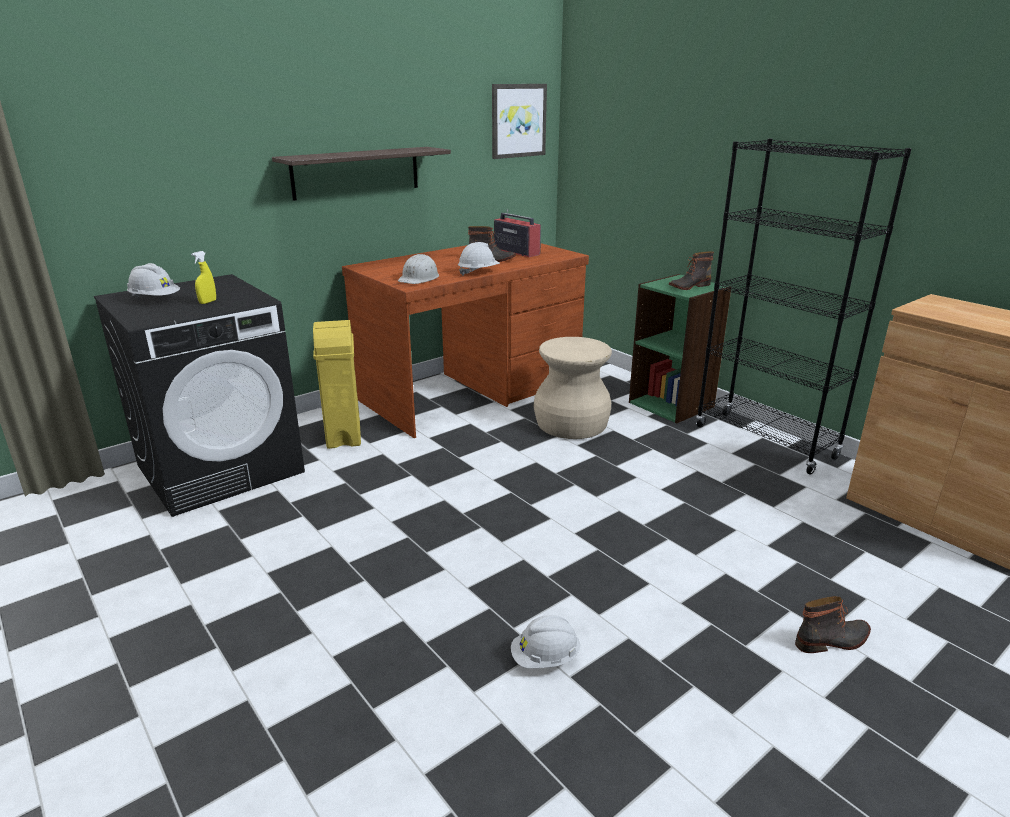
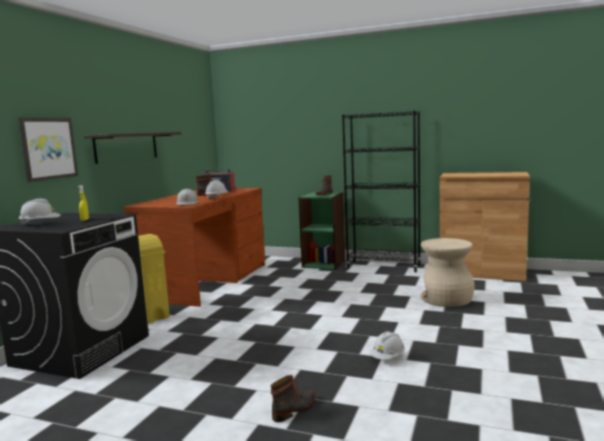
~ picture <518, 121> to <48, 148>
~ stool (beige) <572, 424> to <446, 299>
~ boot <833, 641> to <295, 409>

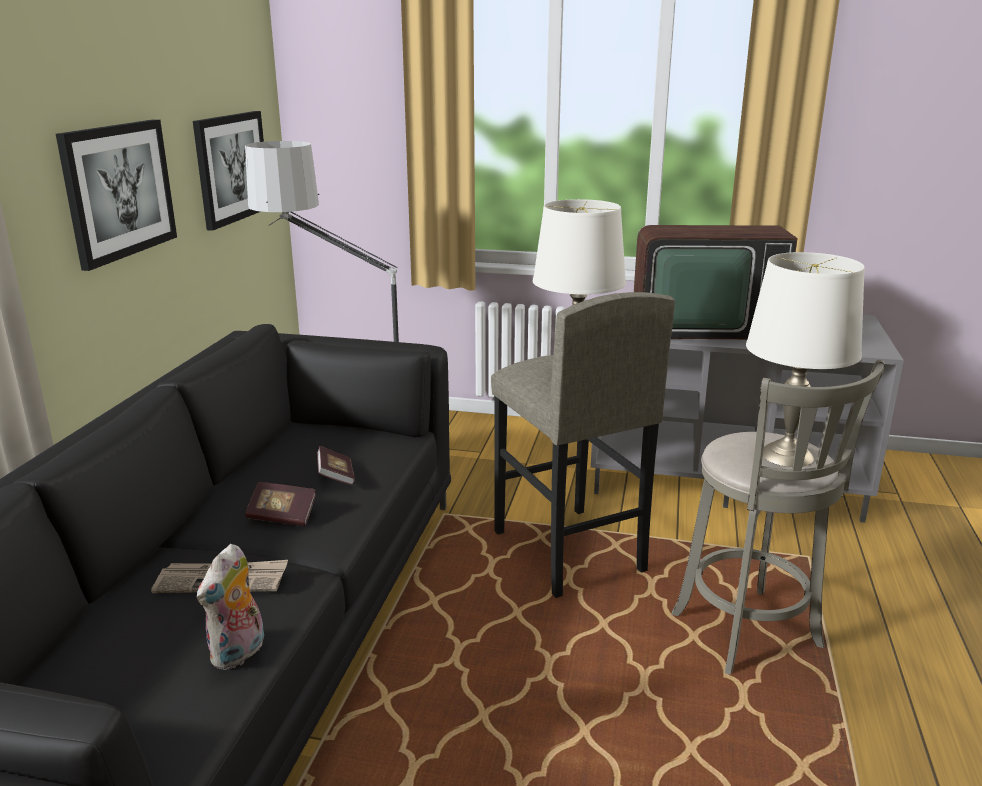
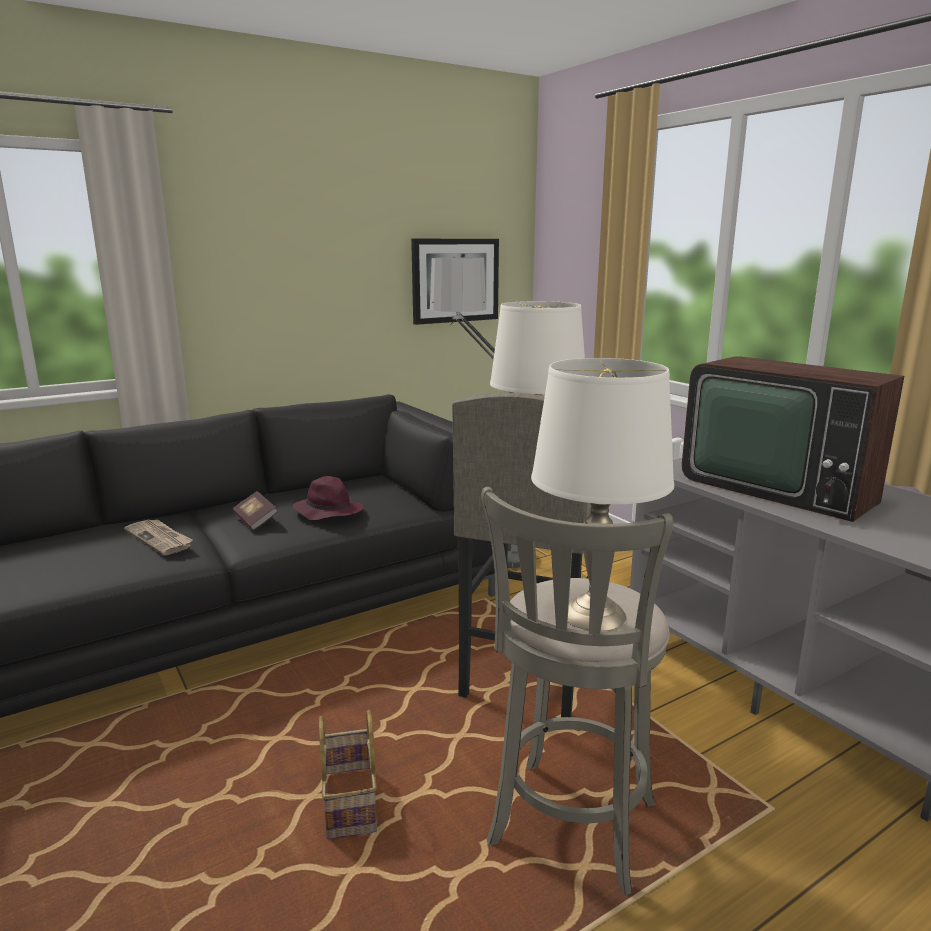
- picture <119, 190>
~ book <336, 476> to hat (purple) <327, 511>
- plush toy <239, 654>
+ basket <352, 805>

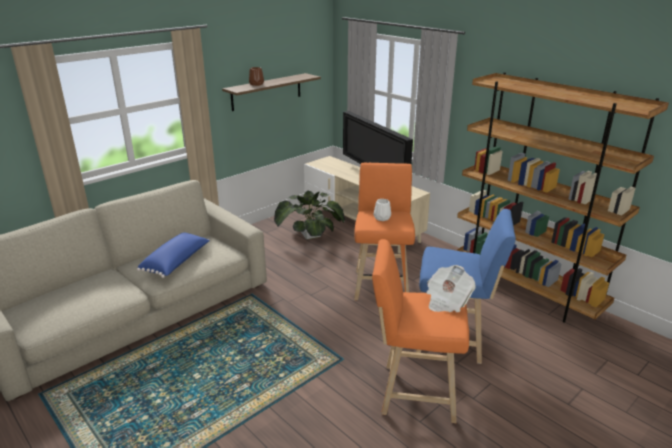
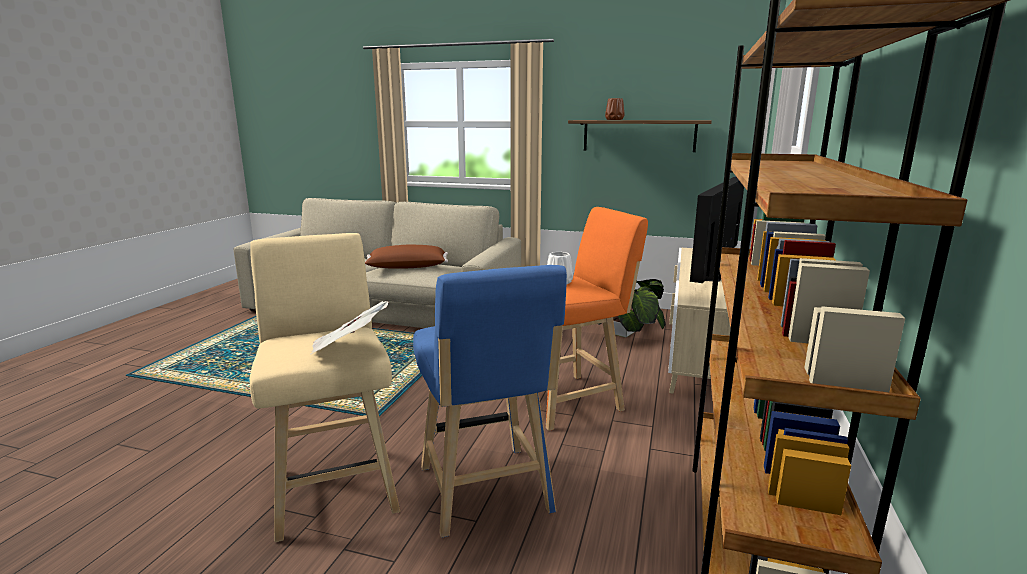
~ pillow (blue) <177, 262> to pillow (brown) <407, 268>
~ stool (orange) <413, 392> to stool (beige) <335, 485>

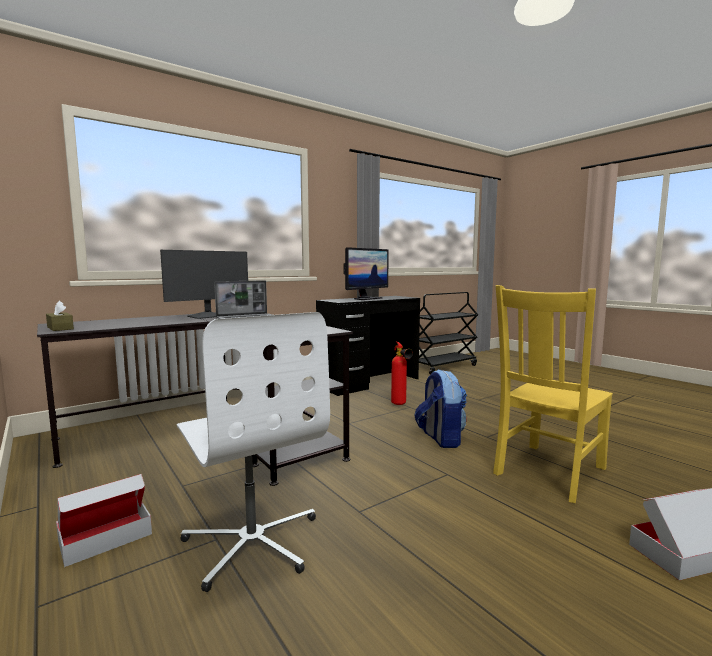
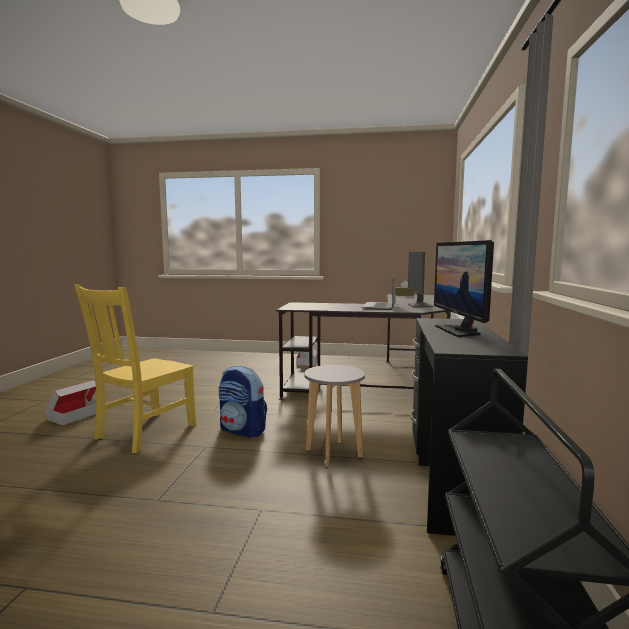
~ chair (yellow) <548, 472> = <143, 432> 150 degrees counterclockwise
- office chair (white) <252, 541>
~ fire extinguisher <400, 405> to stool (grey) <333, 453>

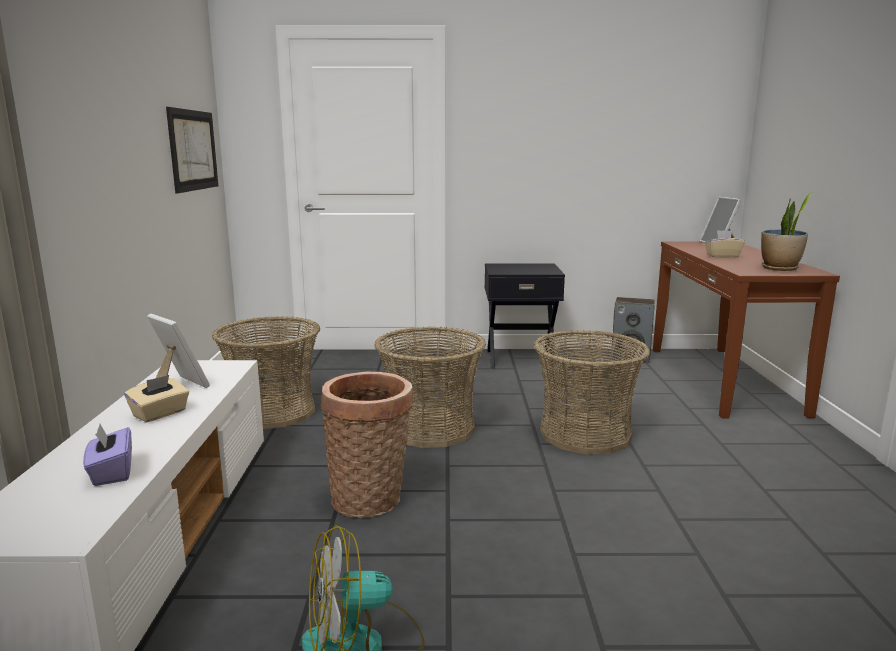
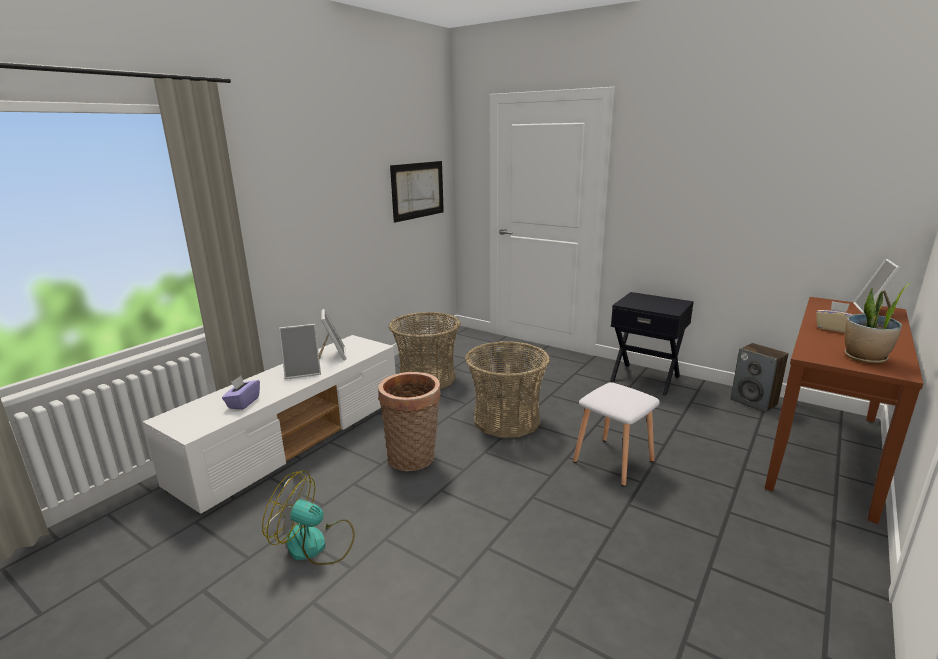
~ basket <585, 434> to stool (white) <614, 461>
~ tissue box (beige) <160, 414> to picture frame <303, 372>

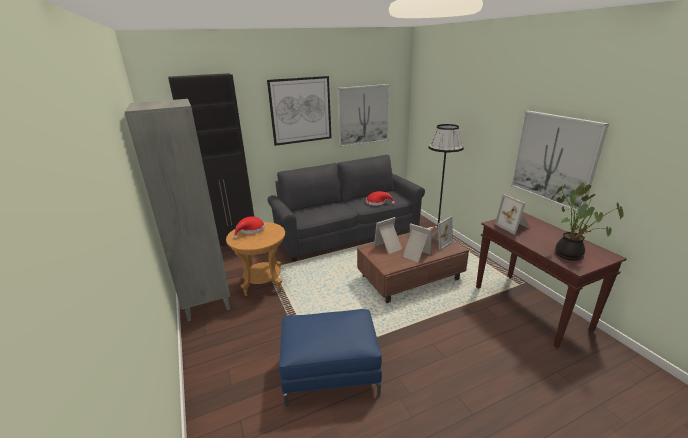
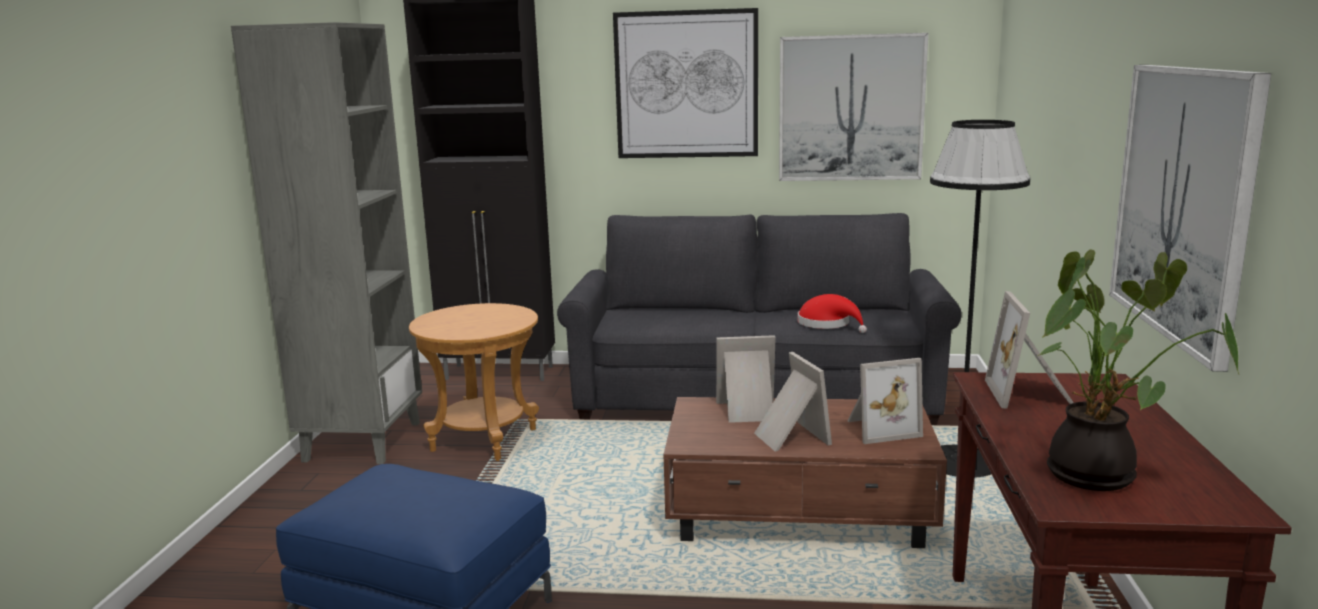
- hat (red) <251, 230>

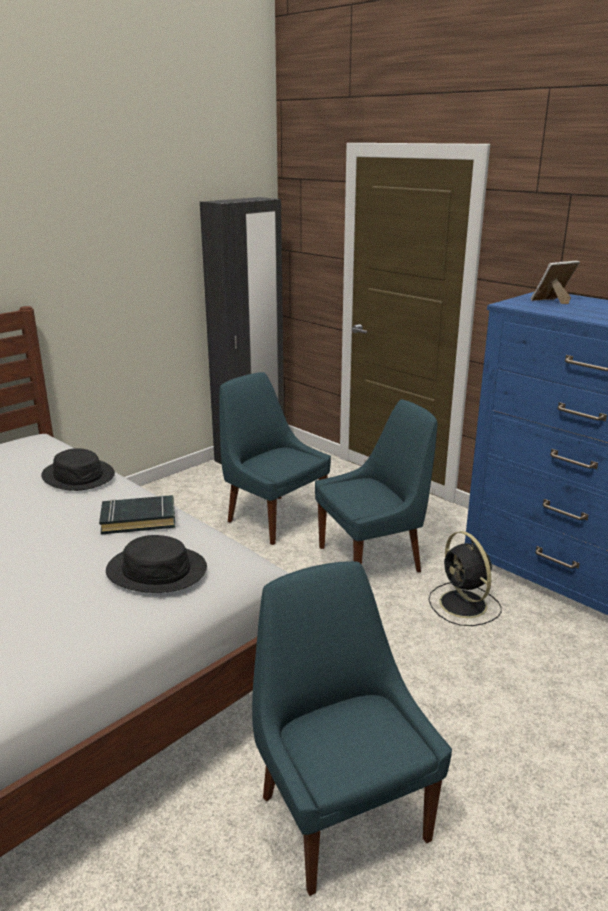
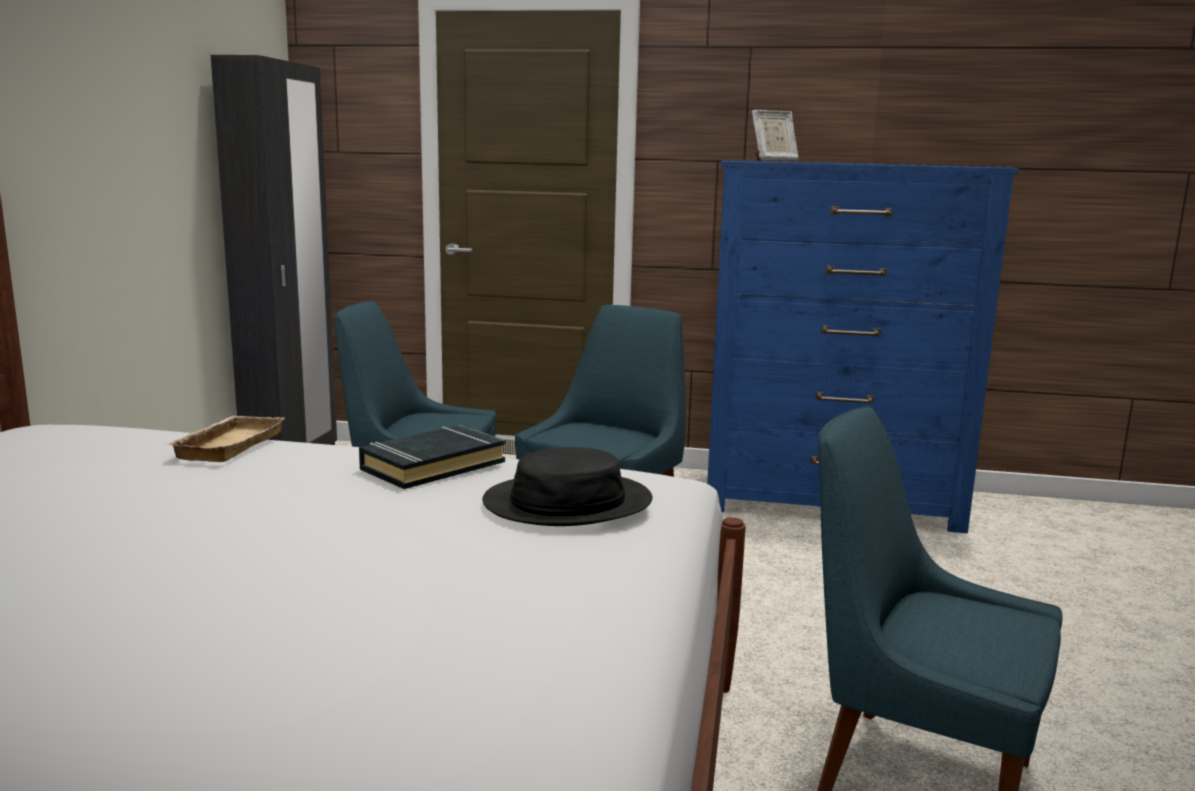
~ picture frame <551, 302> = <773, 160> 135 degrees counterclockwise
~ hat (black) <78, 476> to tray (beige) <227, 445>
- fan (black) <464, 605>

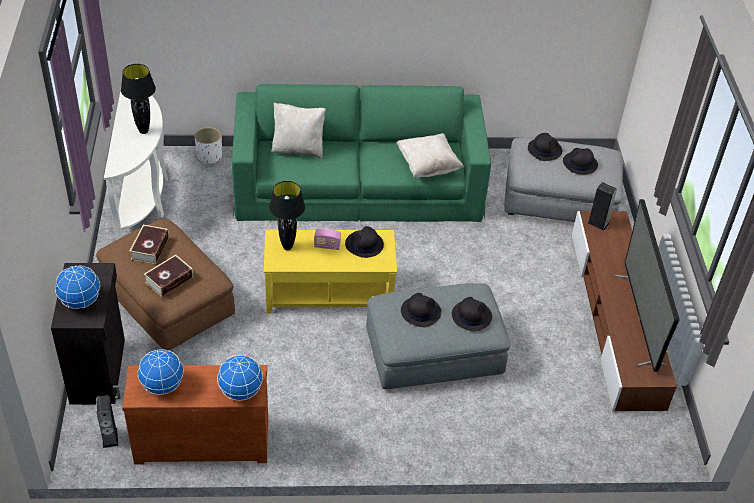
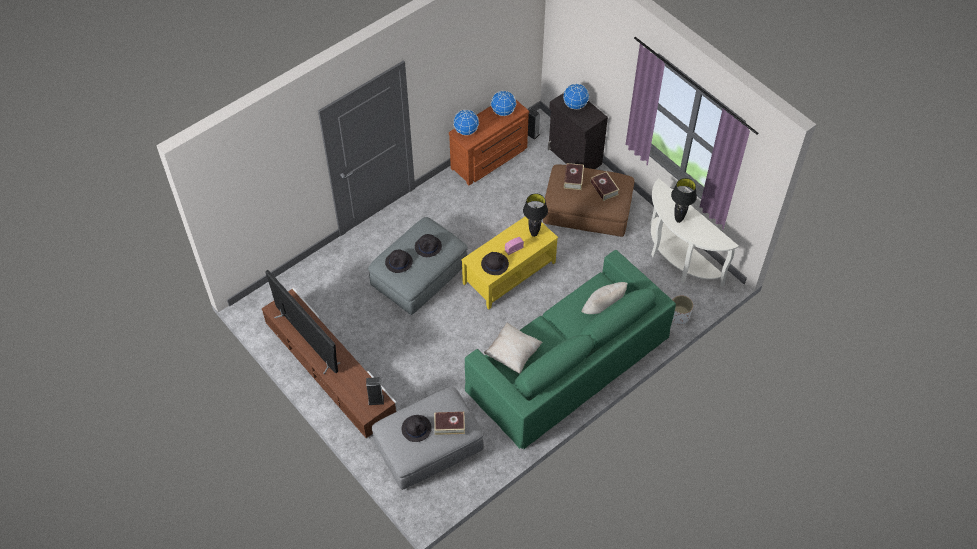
~ hat (black) <544, 149> to book <449, 425>

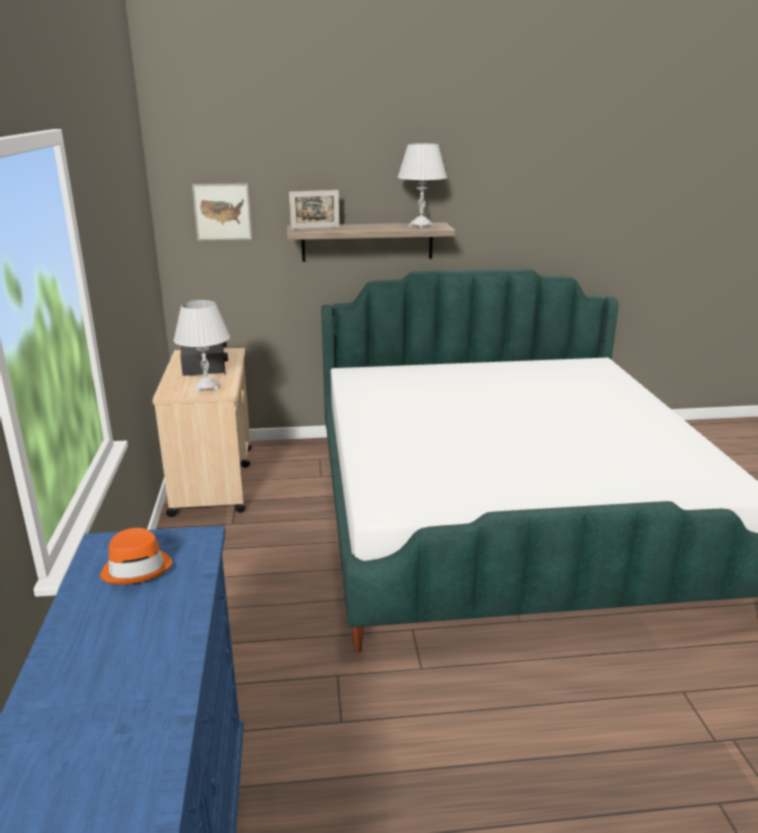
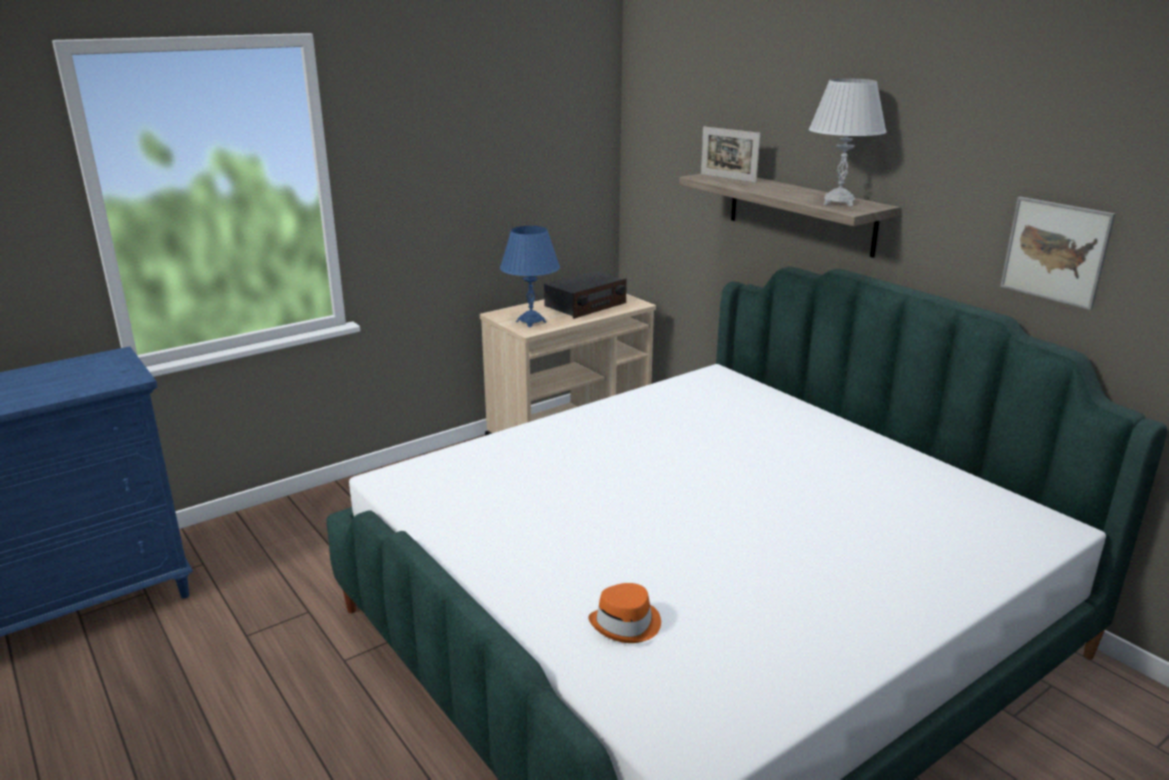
~ picture <222, 212> to <1055, 251>
~ table lamp (white) <207, 387> to table lamp (blue) <531, 322>
~ hat (orange) <137, 568> to <627, 624>

